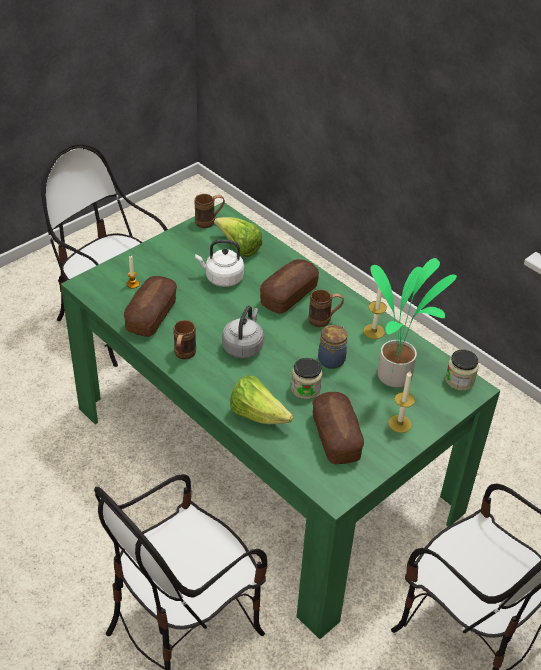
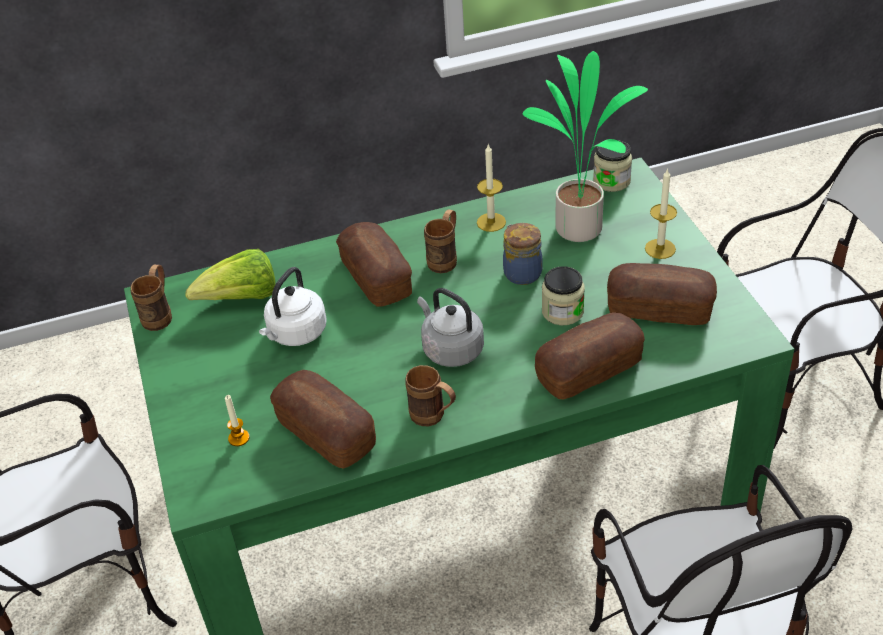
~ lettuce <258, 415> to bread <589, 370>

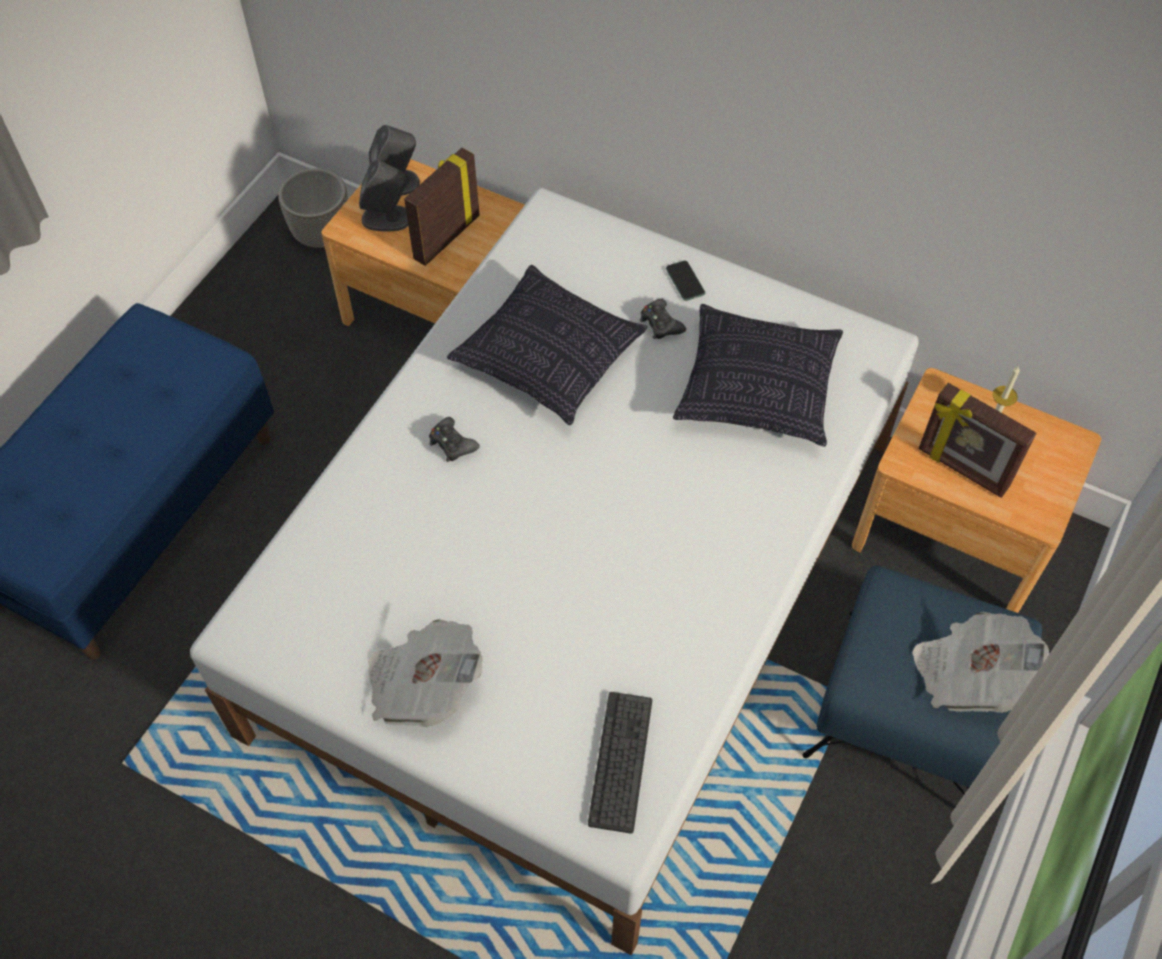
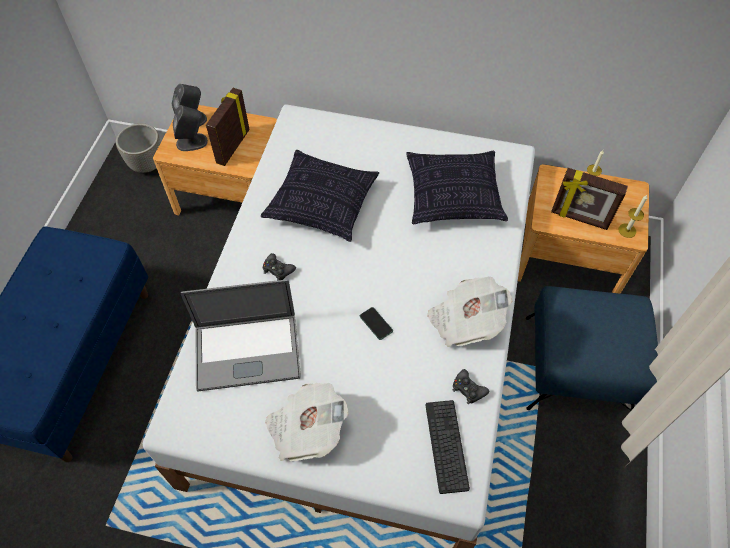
~ phone <685, 281> to <376, 324>
~ game controller (black) <660, 324> to <468, 389>
~ newspaper <969, 674> to <465, 321>
+ candle <627, 230>
+ laptop <247, 352>

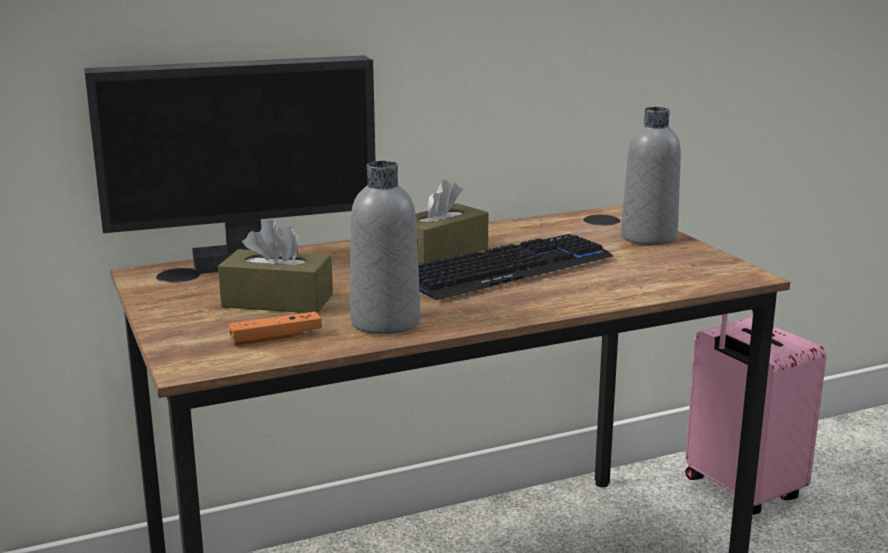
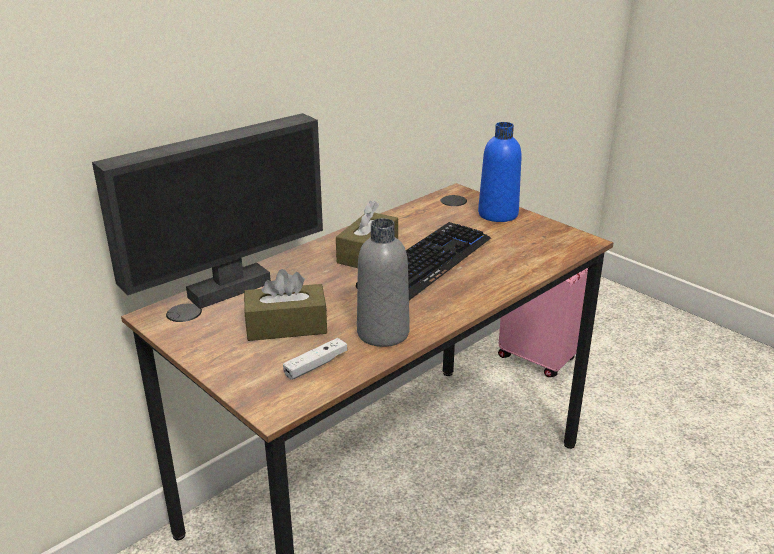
~ bottle (grey) <648, 238> to bottle (blue) <498, 214>
~ game controller (orange) <276, 338> to game controller (white) <316, 365>

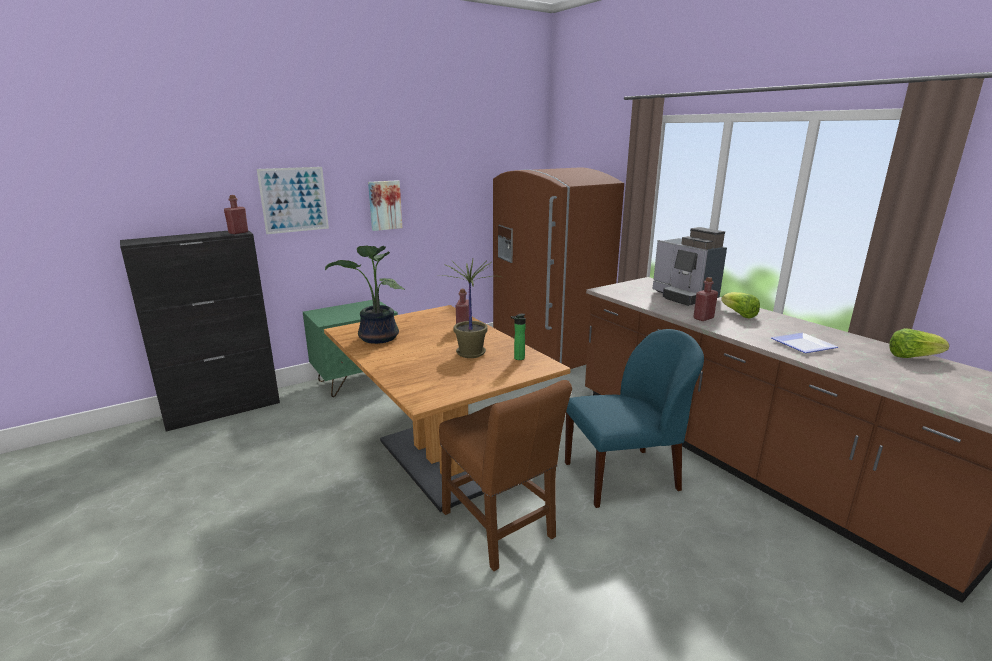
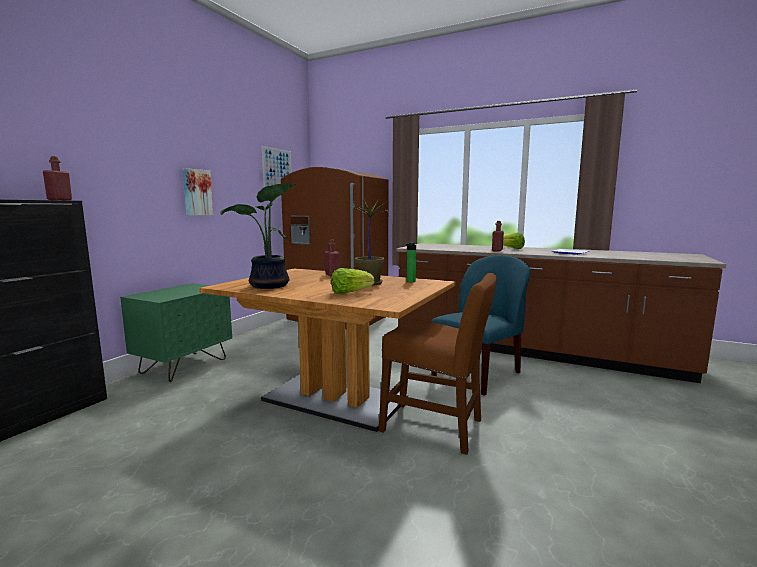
~ picture <294, 200> to <277, 170>
- coffee machine <684, 296>
~ lettuce <912, 357> to <350, 293>

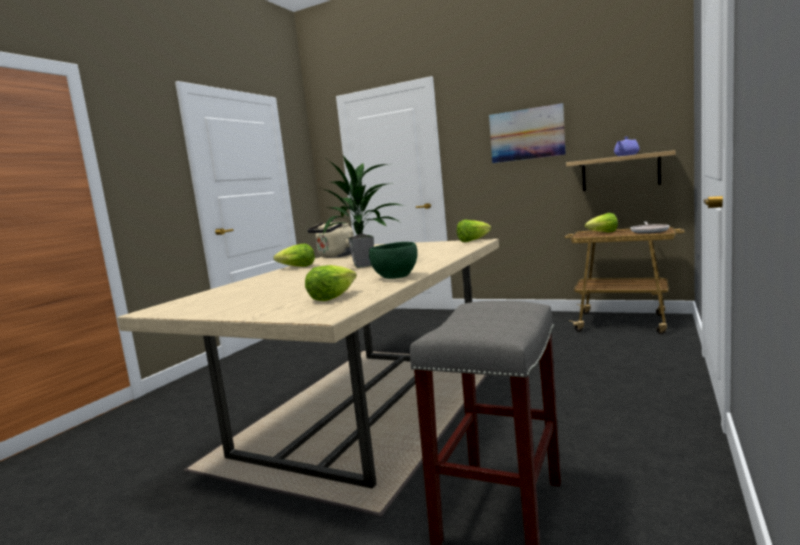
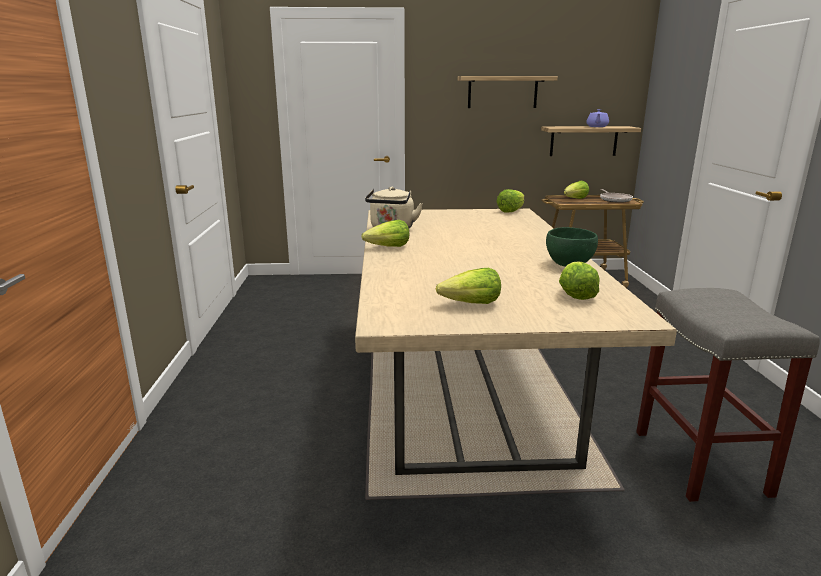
~ picture <526, 134> to shelf <502, 92>
- potted plant <365, 265>
+ lettuce <471, 304>

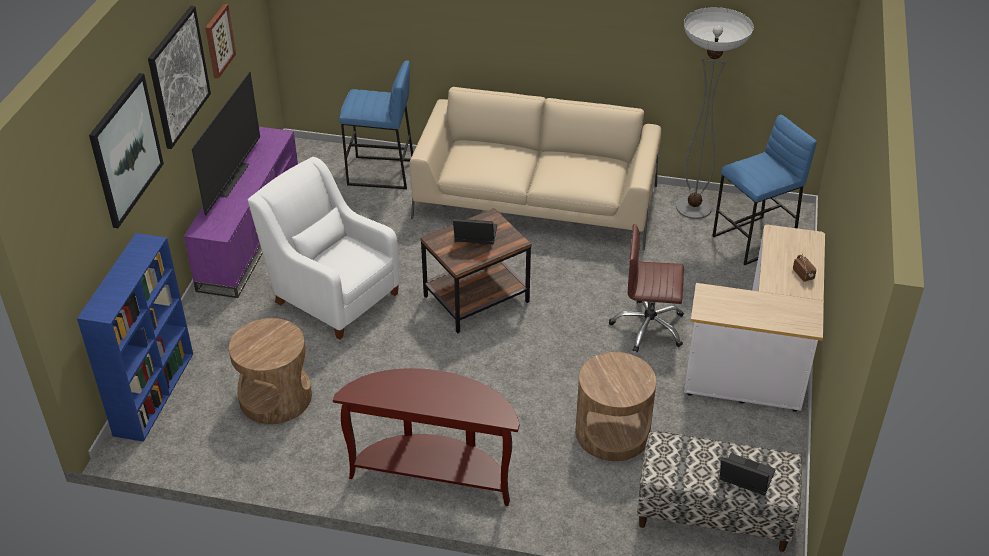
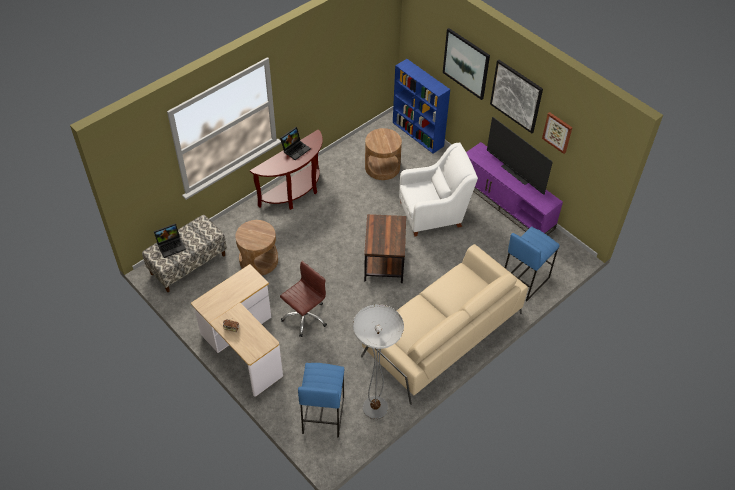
~ laptop <474, 236> to <295, 149>

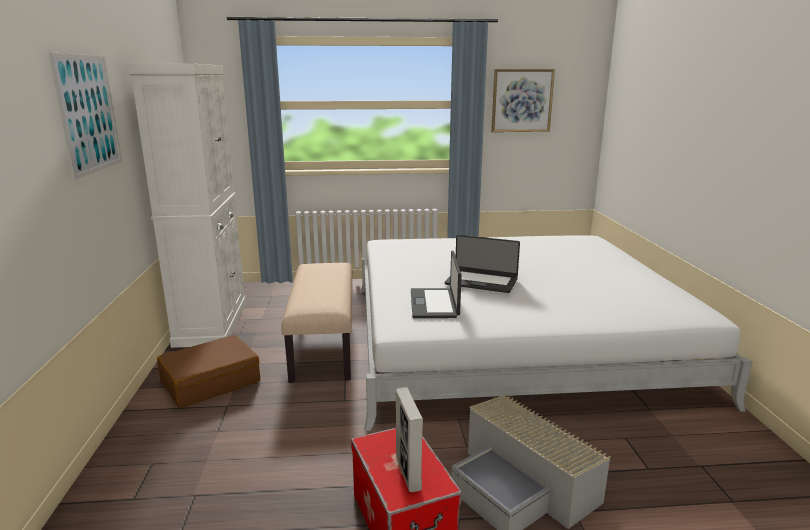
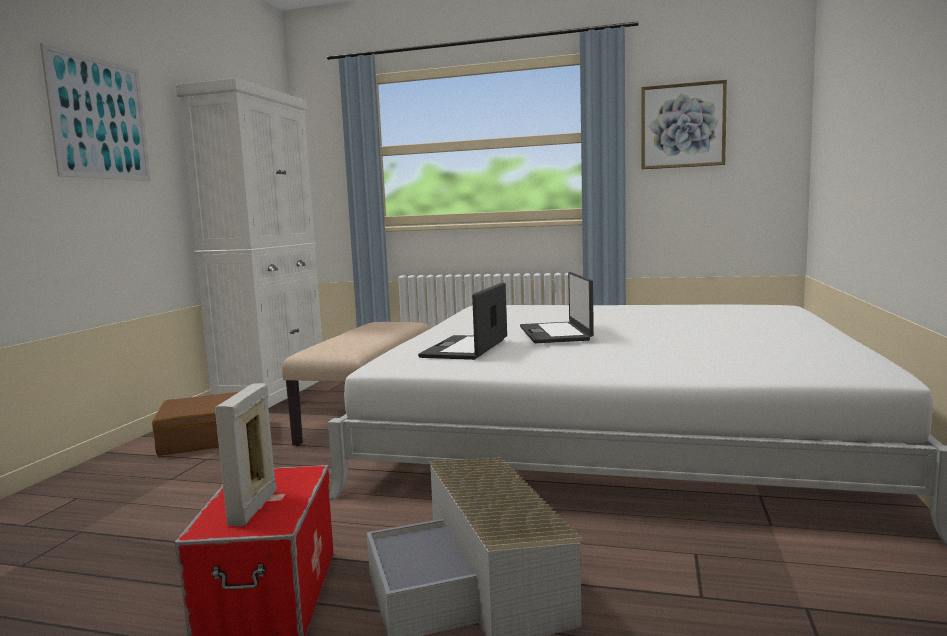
~ laptop <481, 281> = <556, 333> 45 degrees clockwise

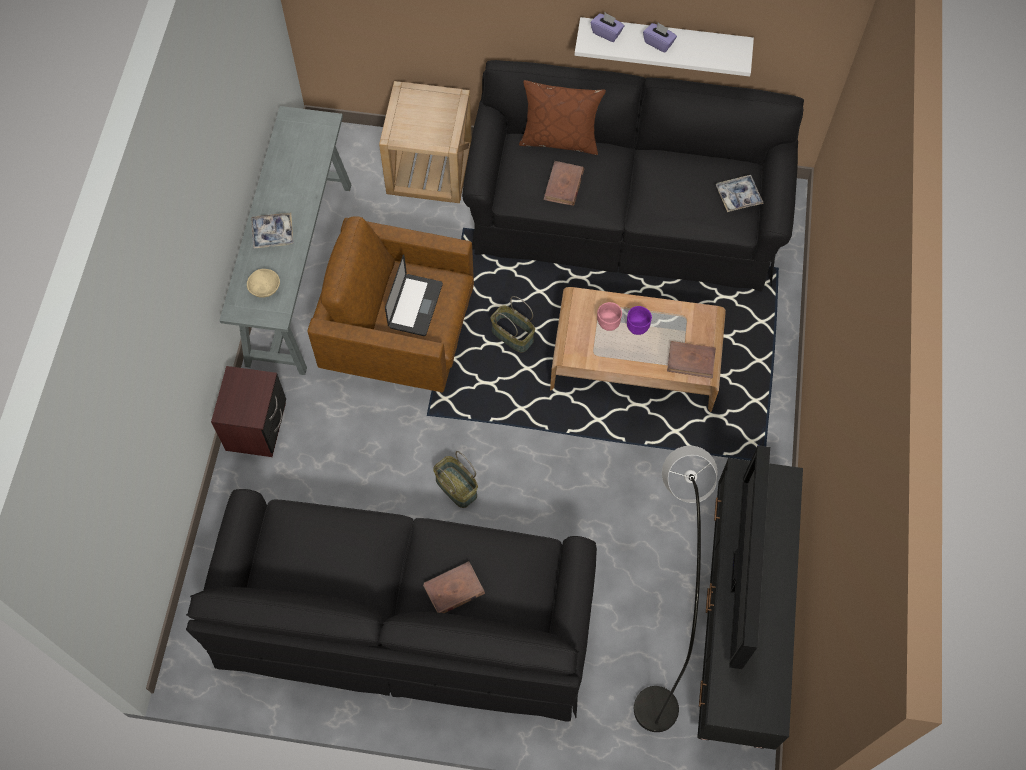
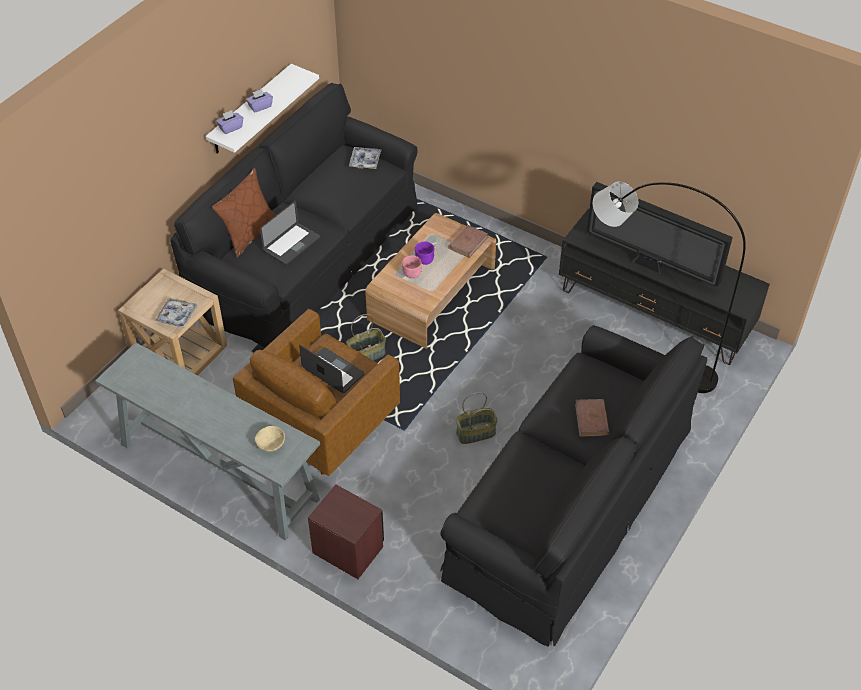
~ book (brown) <563, 185> to laptop <292, 244>
~ tray <273, 233> to <177, 316>

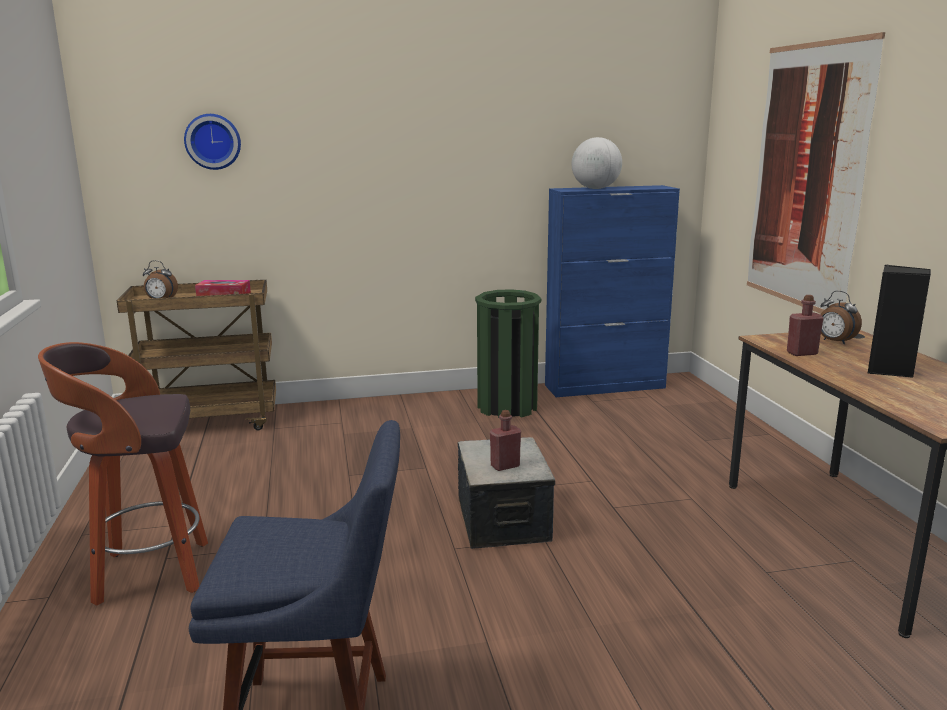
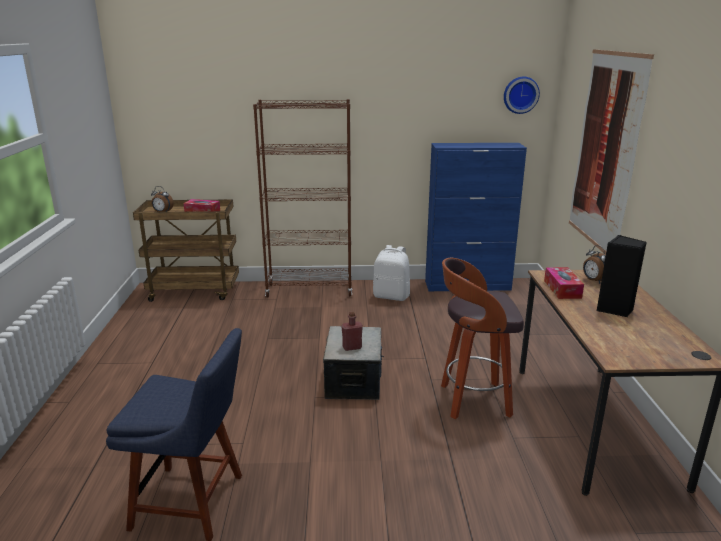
~ wall clock <213, 141> to <520, 95>
- globe <595, 188>
~ trash can (green) <507, 407> to backpack (white) <391, 296>
~ bottle (red) <802, 353> to tissue box <562, 289>
~ stool <149, 573> to <473, 401>
+ bookcase (brown) <310, 290>

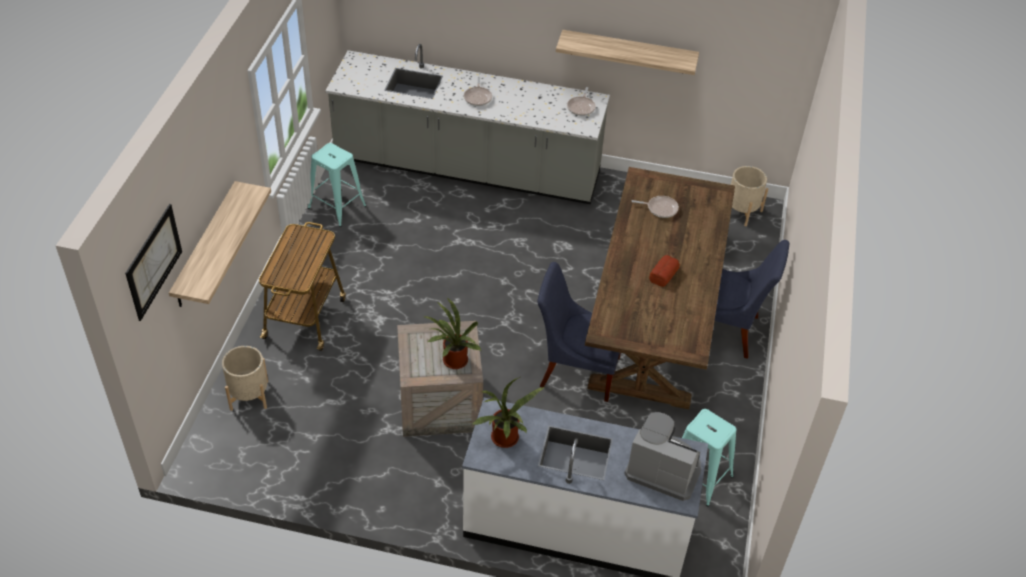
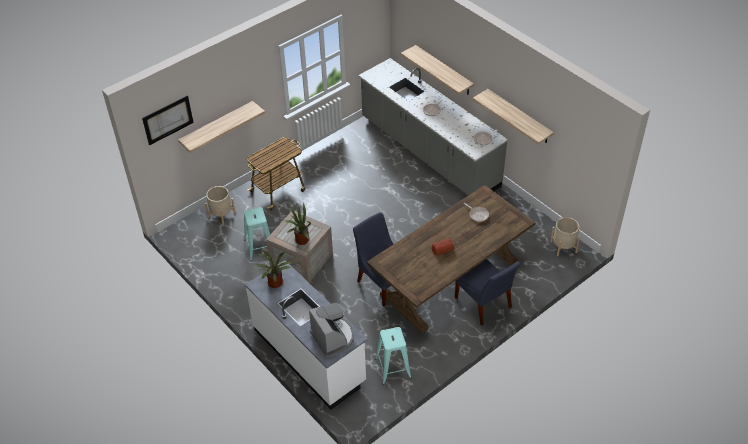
~ stool (turquoise) <337, 207> to <259, 247>
+ shelf <443, 70>

